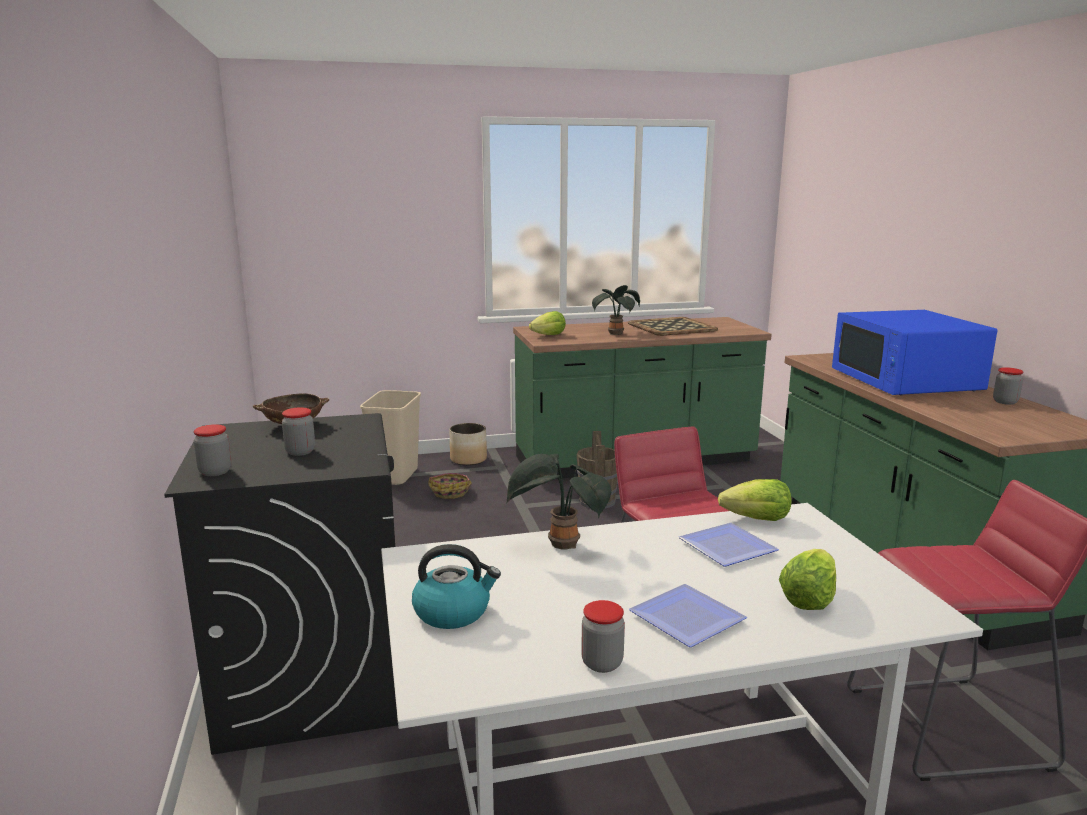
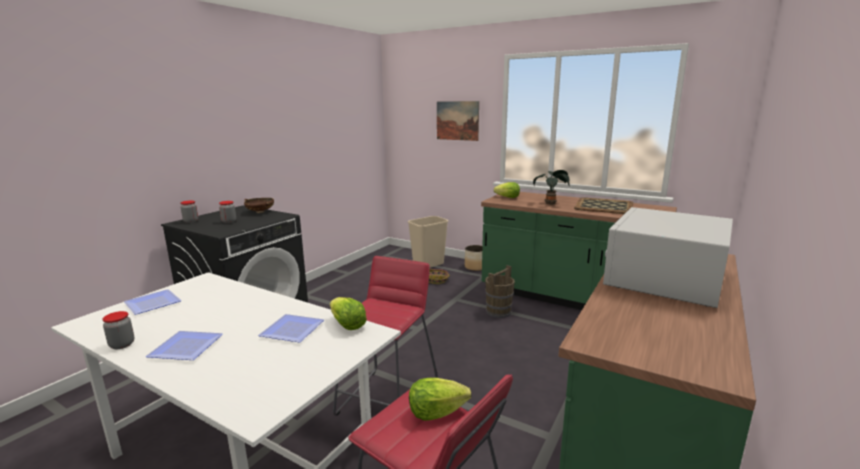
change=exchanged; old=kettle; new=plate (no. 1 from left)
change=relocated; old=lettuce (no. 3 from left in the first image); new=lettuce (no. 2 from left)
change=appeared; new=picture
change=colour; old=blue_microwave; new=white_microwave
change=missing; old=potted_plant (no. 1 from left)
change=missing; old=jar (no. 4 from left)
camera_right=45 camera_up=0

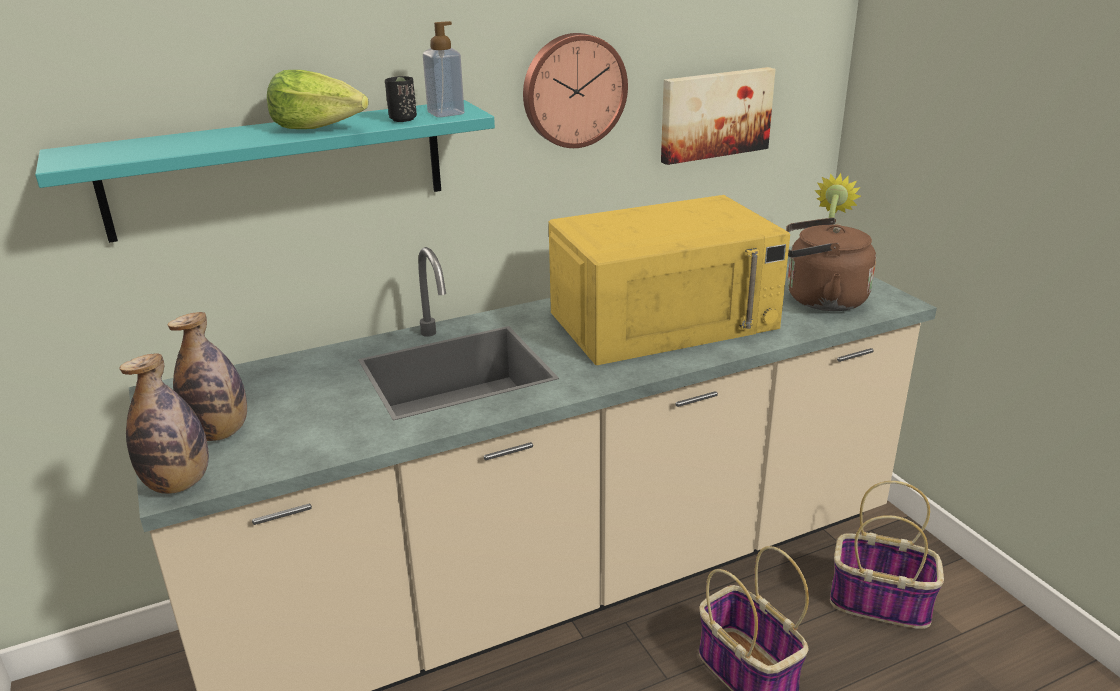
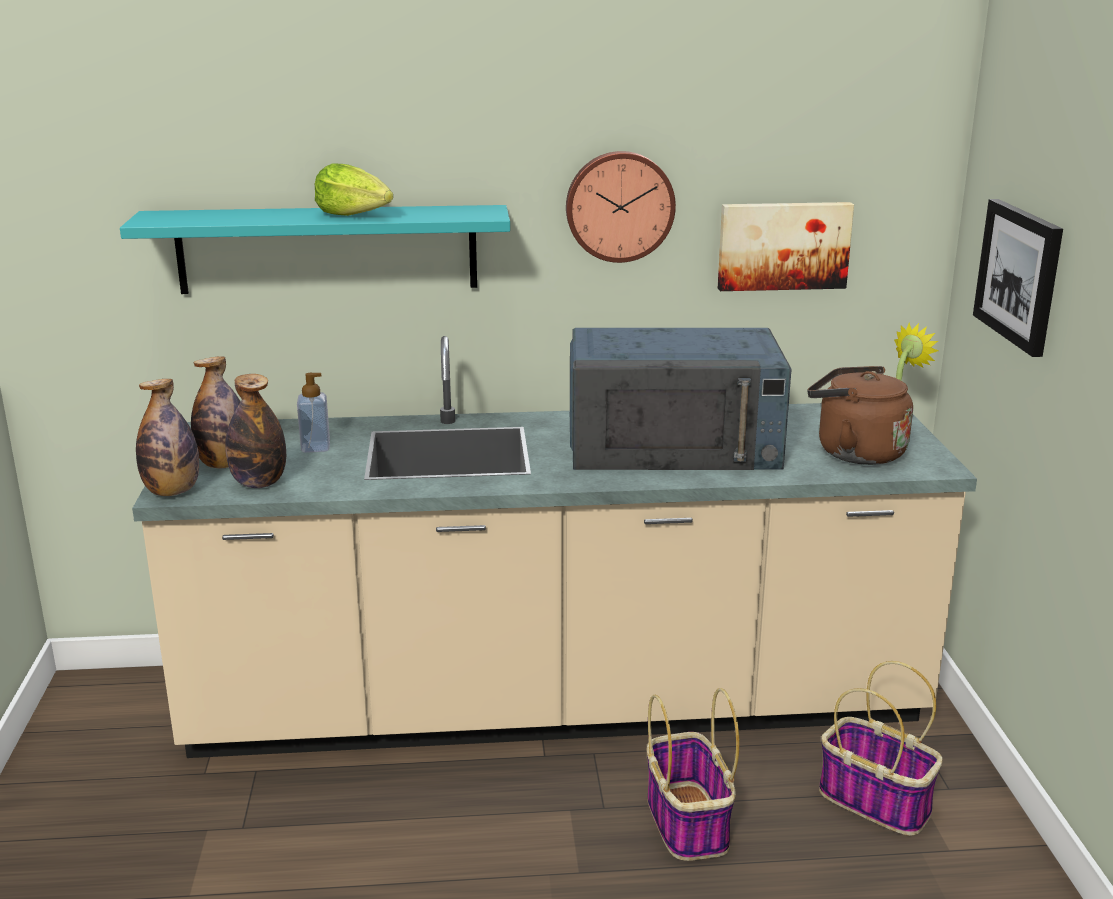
change=appeared; new=bottle (no. 3 from left)
change=relocated; old=soap_dispenser
change=colour; old=yellow_microwave; new=blue_microwave
change=appeared; new=picture (no. 2 from left)
change=missing; old=black_cup
camera_right=20 camera_up=-5

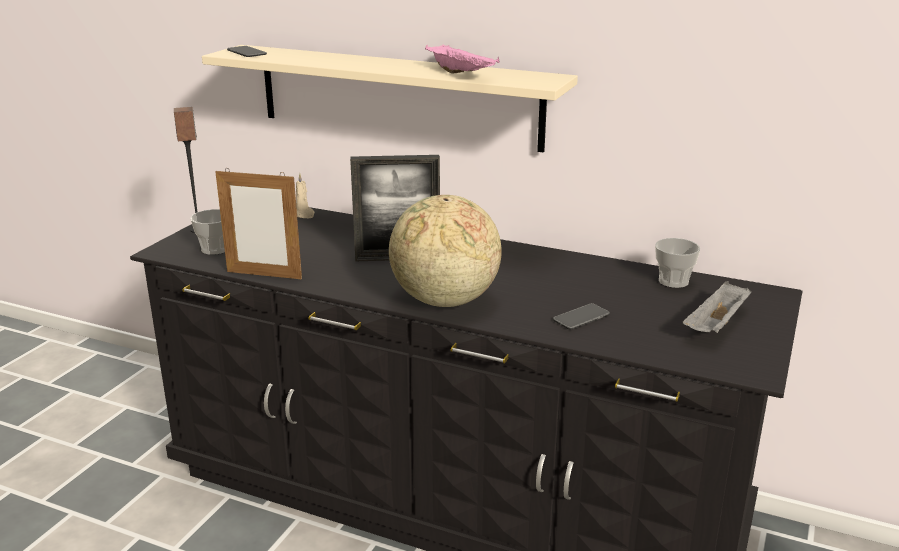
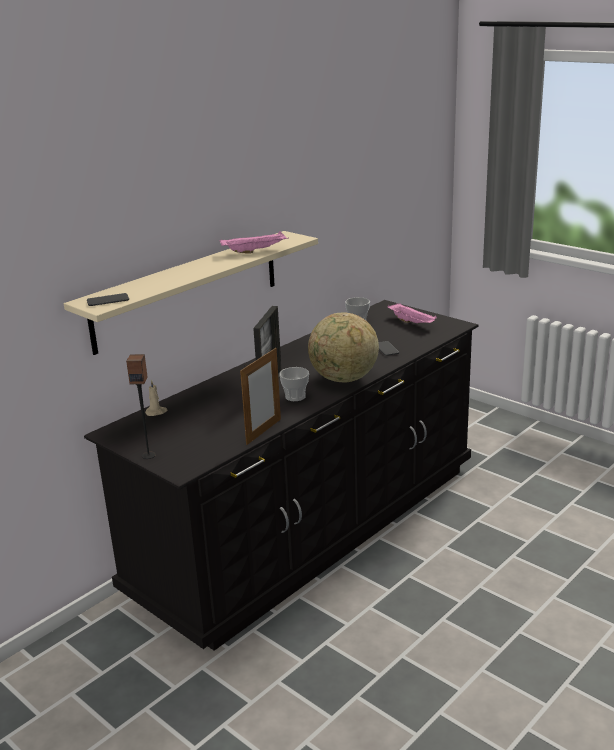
change=relocated; old=cup (no. 1 from left)
change=colour; old=grey_tray; new=pink_tray (no. 2 from left)
camera_right=-70 camera_up=0

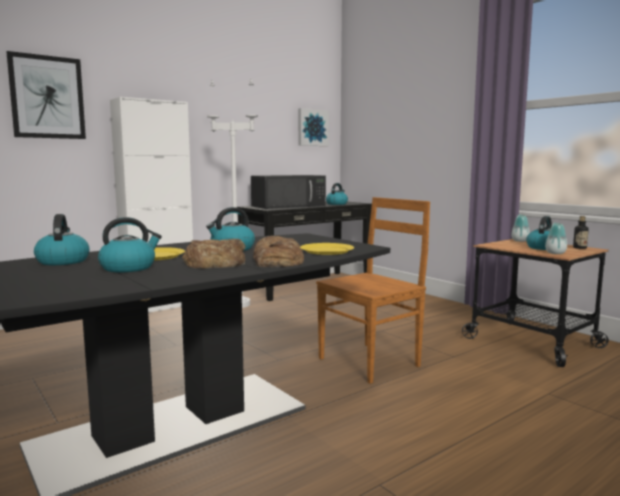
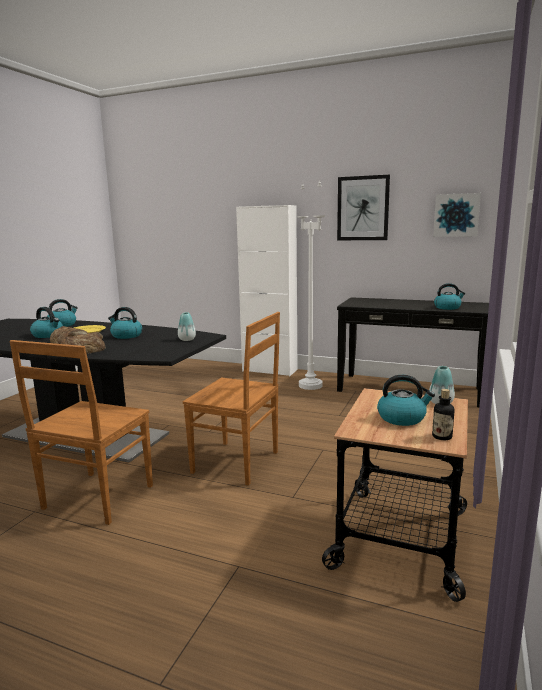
change=appeared; new=brown_chair (no. 1 from left)
change=relocated; old=vase (no. 2 from left in the first image); new=vase (no. 1 from left)
change=relocated; old=picture (no. 1 from left)
change=missing; old=black_microwave
change=missing; old=yellow_plate (no. 2 from left)
camera_right=60 camera_up=5

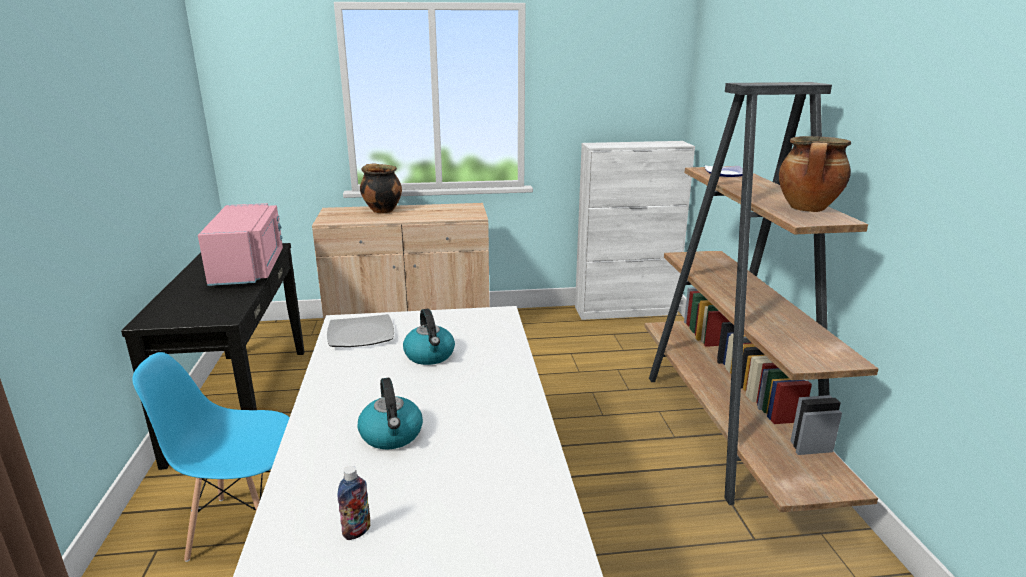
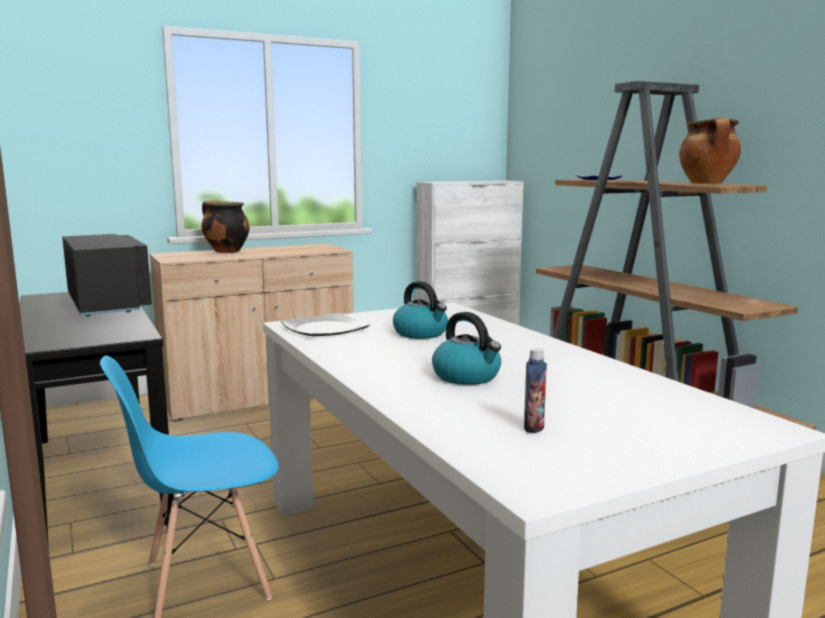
change=colour; old=pink_microwave; new=black_microwave
camera_right=-20 camera_up=-10

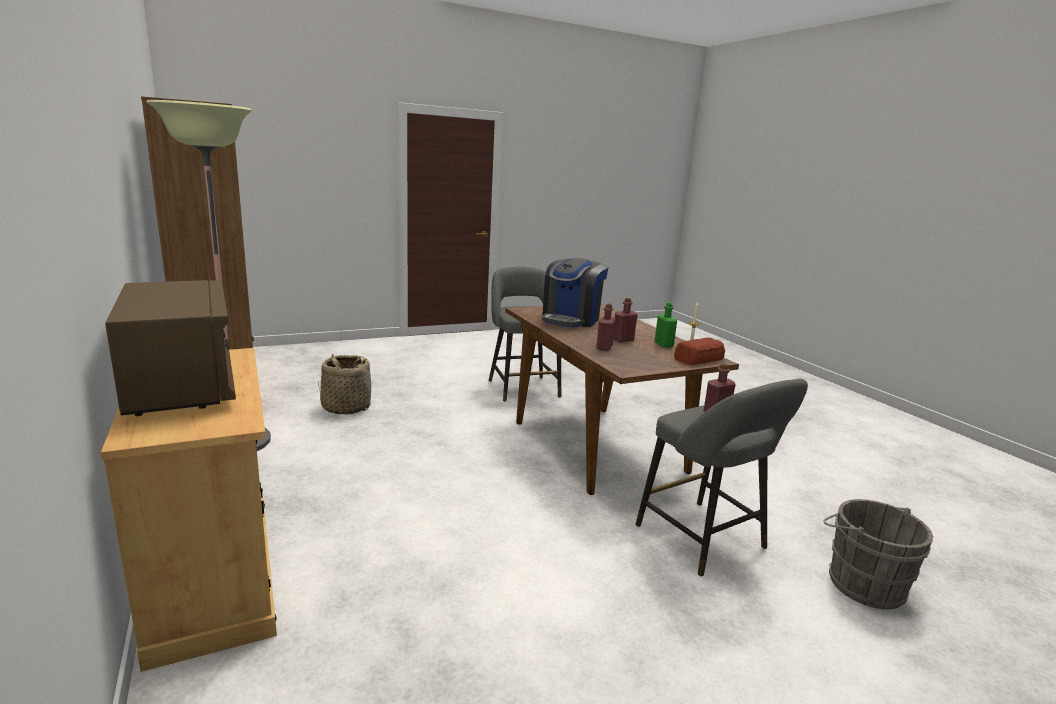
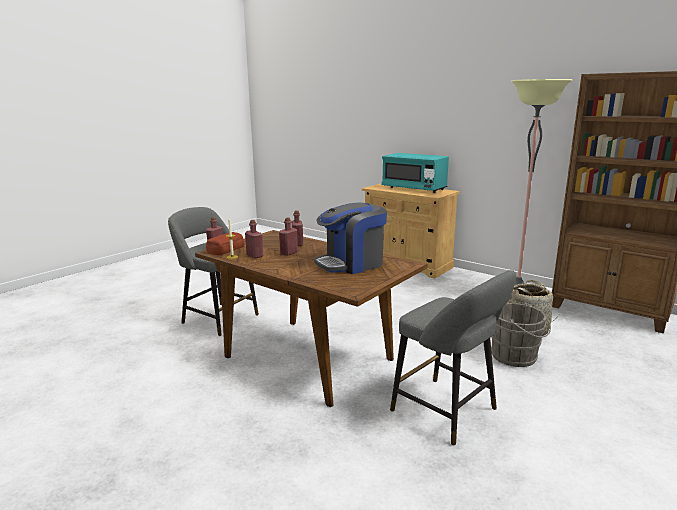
change=colour; old=green_bottle; new=red_bottle (no. 2 from left)
change=spun; old=coffee_machine; degrees=-120
change=colour; old=brown_microwave; new=turquoise_microwave
change=relocated; old=grey_bucket
camera_right=155 camera_up=0

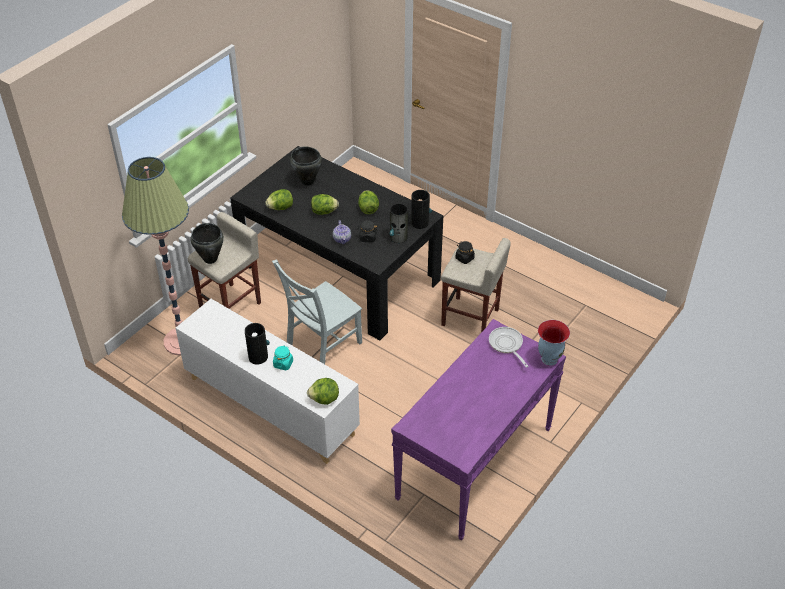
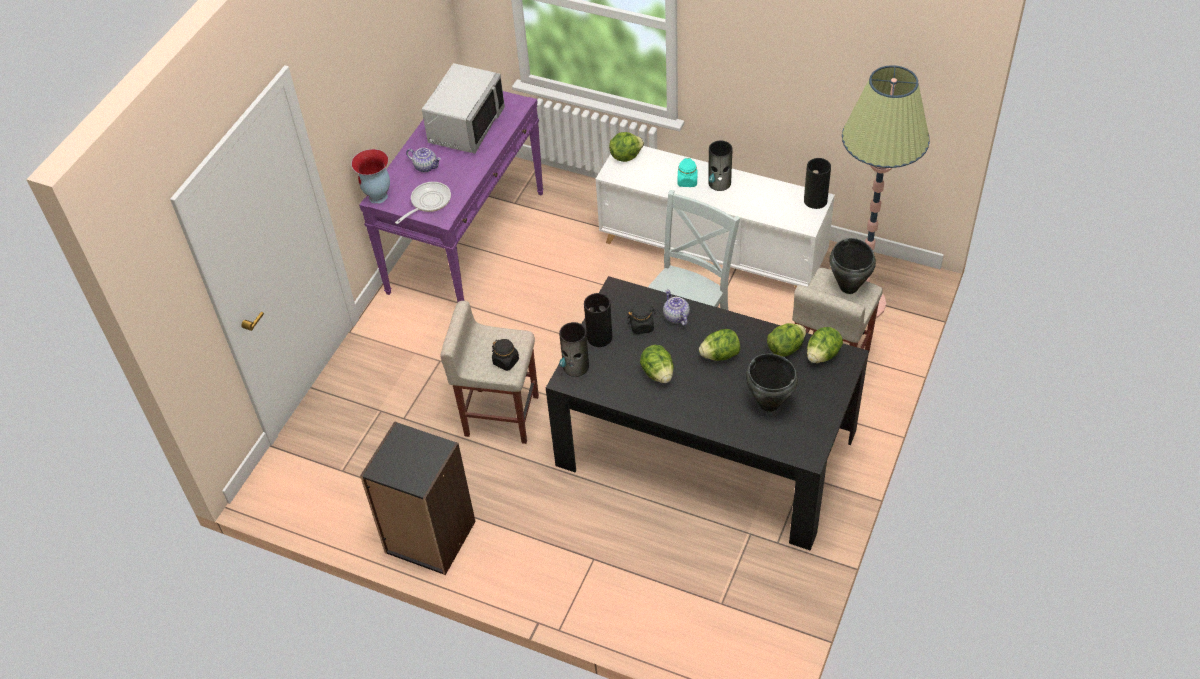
change=appeared; new=black_bookcase
change=spun; old=frying_pan; degrees=-105
change=appeared; new=teapot (no. 1 from left)
change=appeared; new=grey_microwave
change=appeared; new=vase (no. 5 from left)
change=appeared; new=lettuce (no. 5 from left)
camera_right=170 camera_up=5

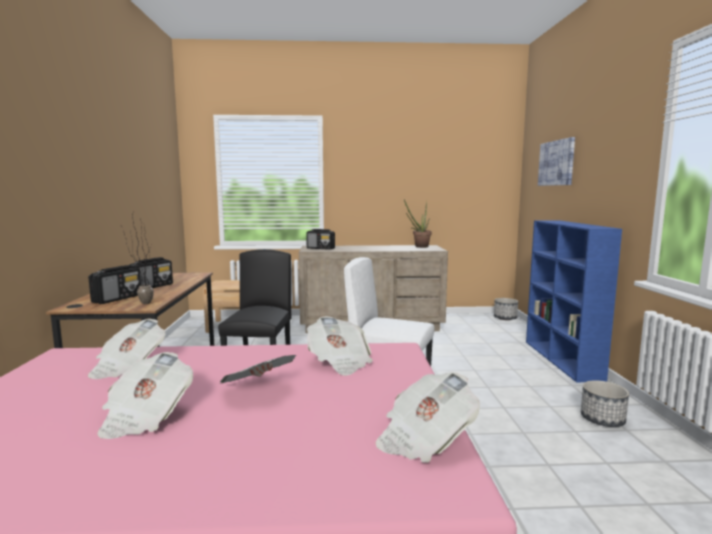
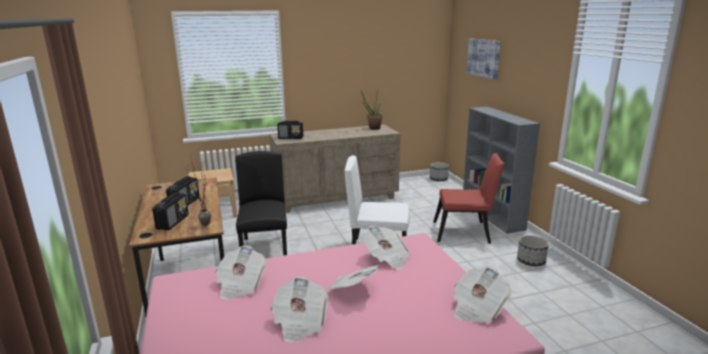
change=appeared; new=red_chair
change=colour; old=blue_bookcase; new=grey_bookcase
camera_right=-15 camera_up=10

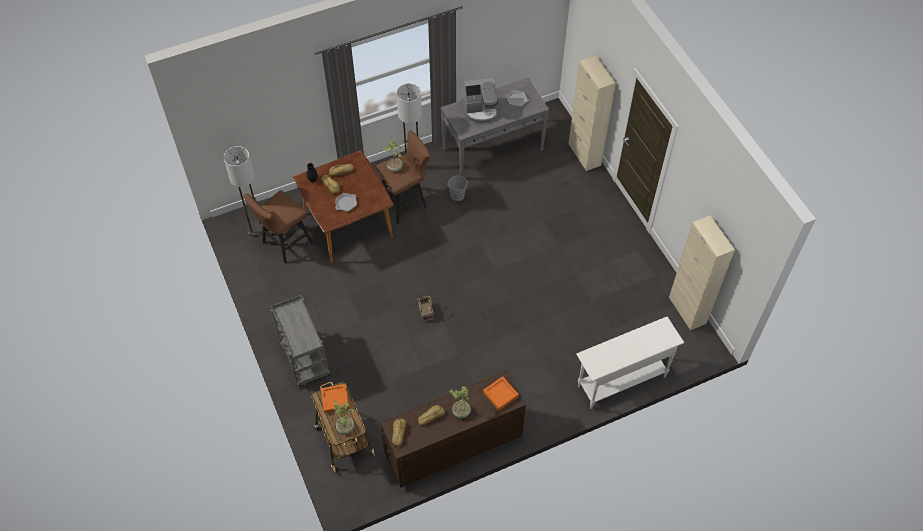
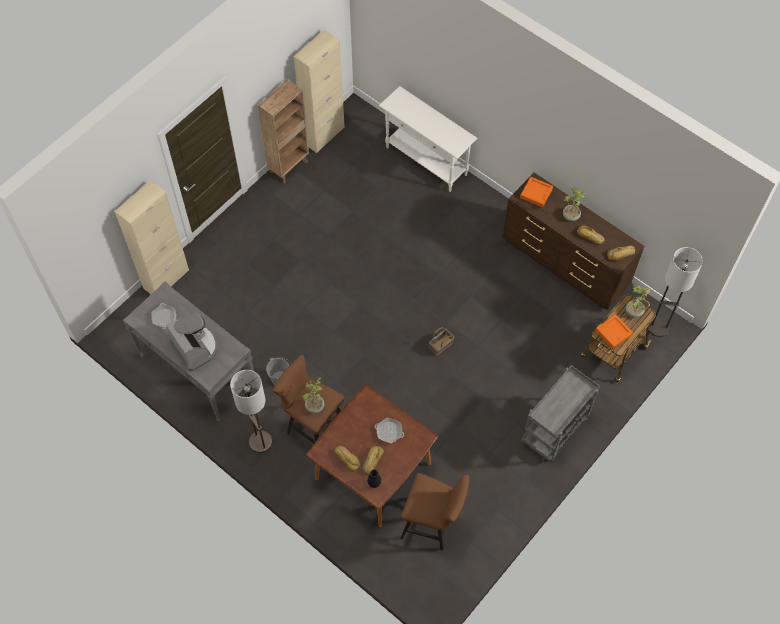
change=appeared; new=brown_bookcase
change=relocated; old=floor_lamp (no. 1 from left in the first image); new=floor_lamp (no. 2 from left)
camera_right=-115 camera_up=5

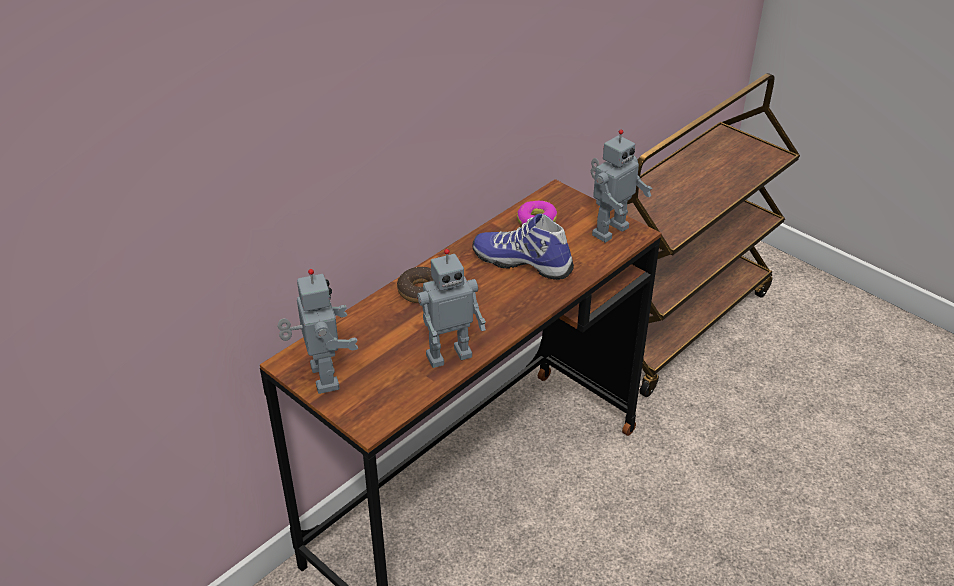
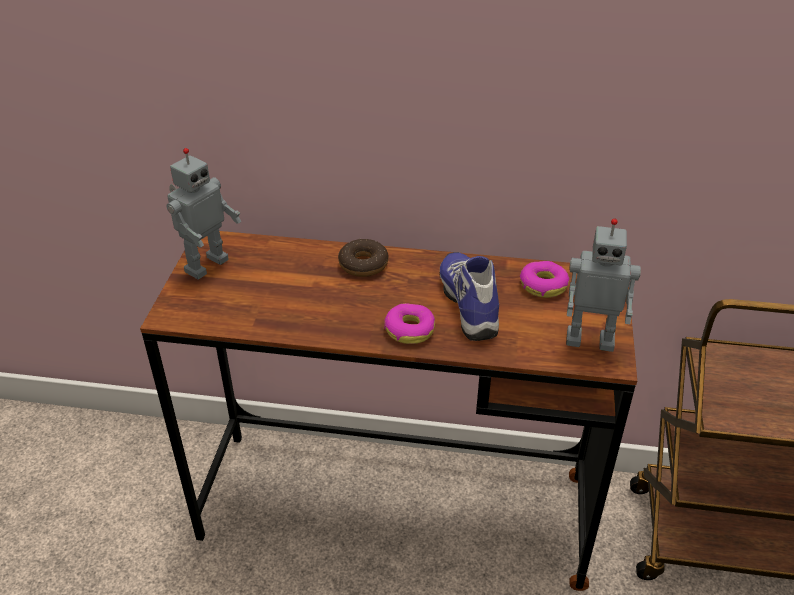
change=appeared; new=donut (no. 2 from left)
change=missing; old=toy_robot (no. 2 from left)
camera_right=55 camera_up=0

